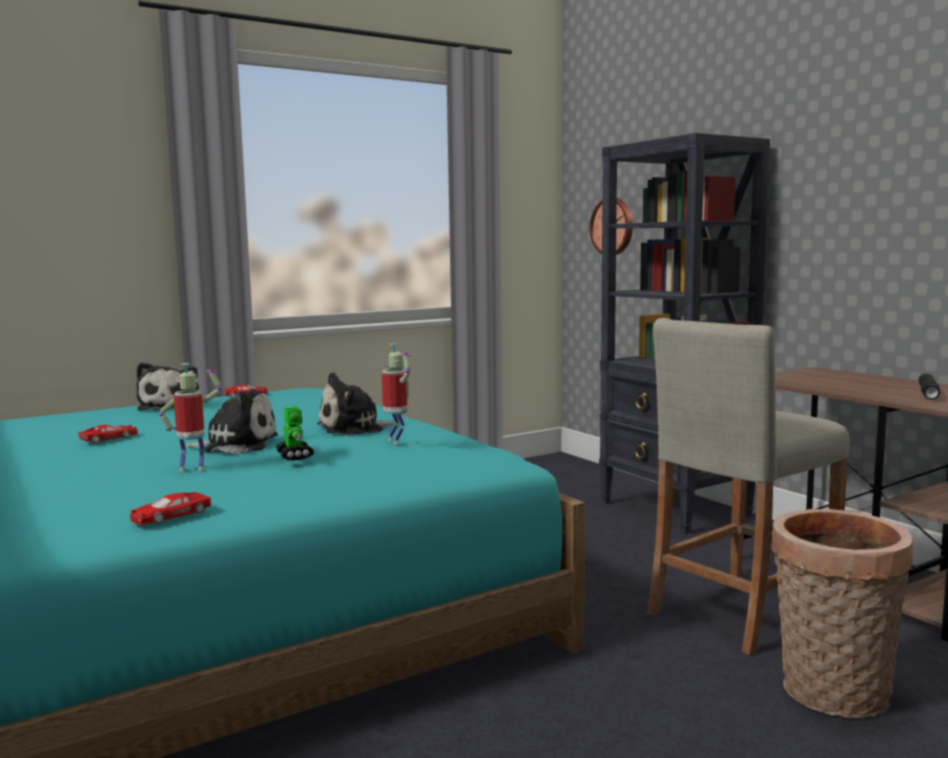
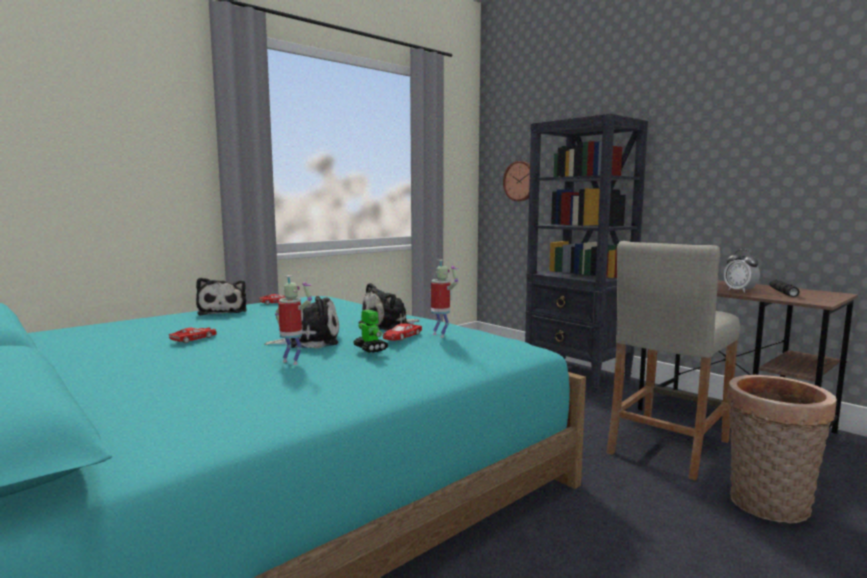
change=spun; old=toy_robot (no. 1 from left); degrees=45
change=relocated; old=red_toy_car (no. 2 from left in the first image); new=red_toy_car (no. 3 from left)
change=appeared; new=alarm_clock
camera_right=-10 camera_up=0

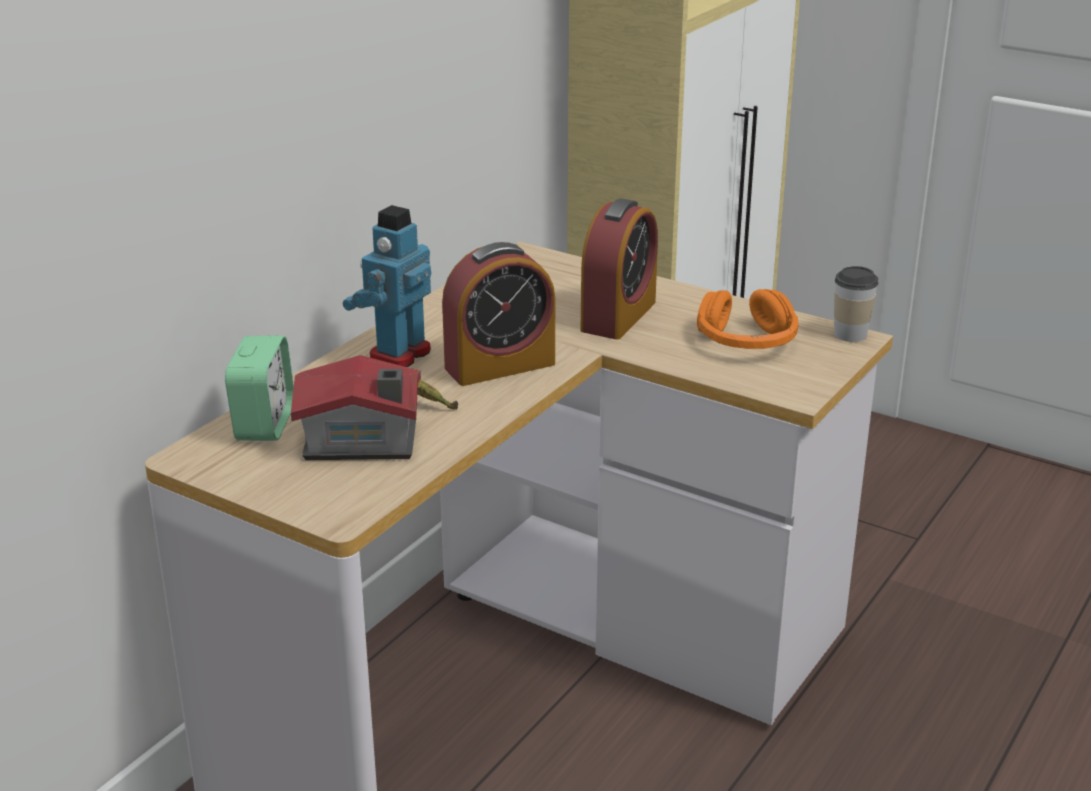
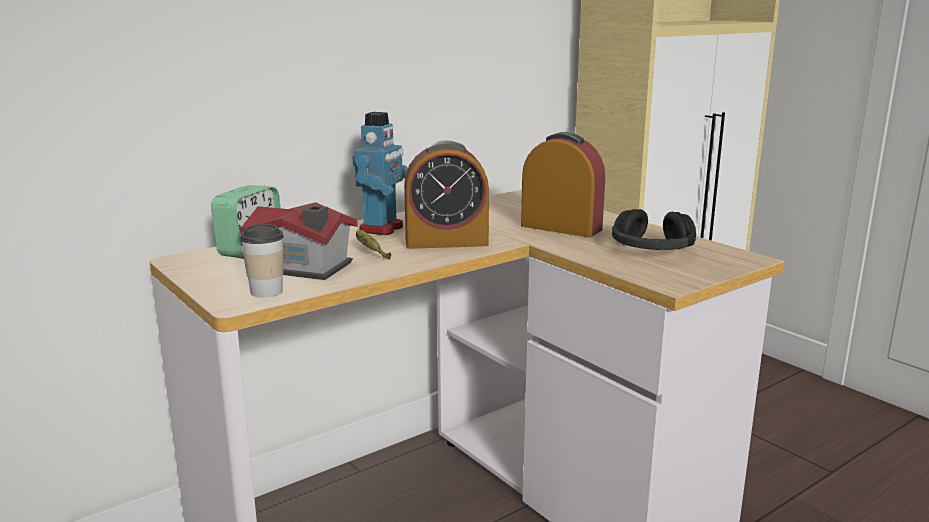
change=relocated; old=cup
change=spun; old=toy_robot; degrees=150
change=spun; old=alarm_clock (no. 3 from left); degrees=-105
change=colour; old=orange_headphones; new=black_headphones
camera_right=20 camera_up=-10

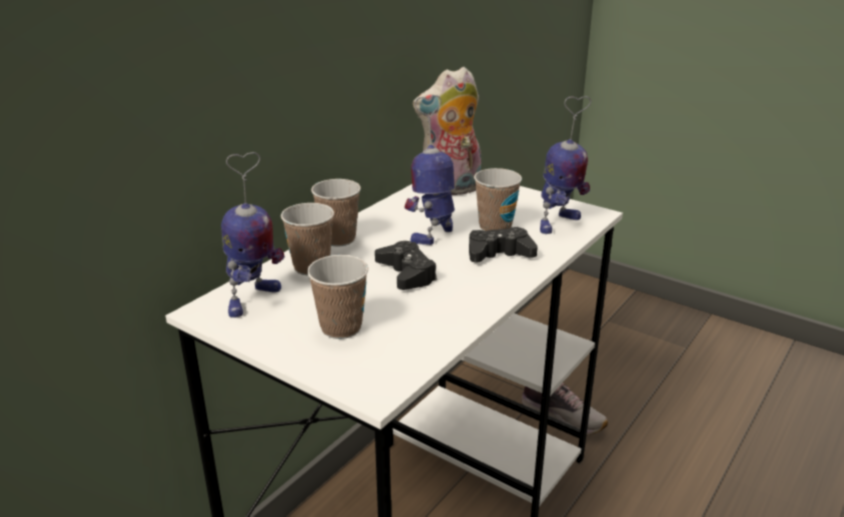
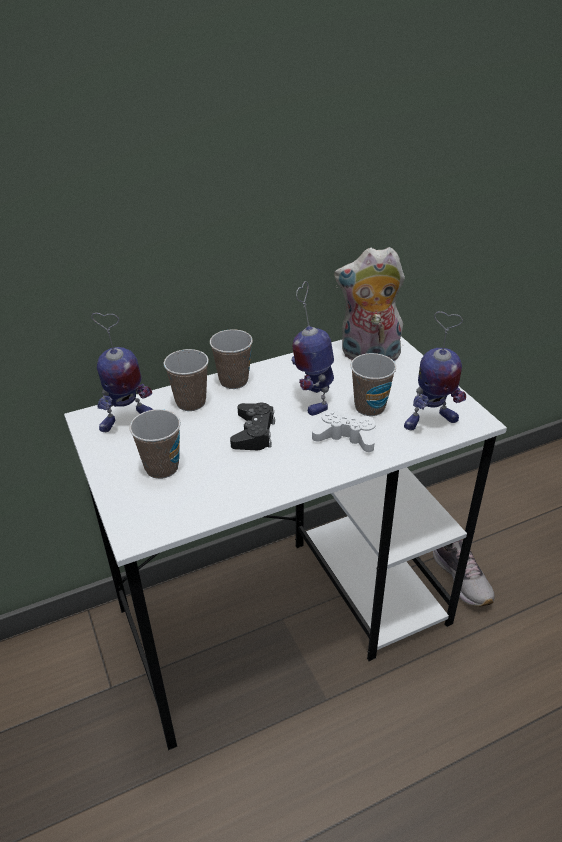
change=spun; old=toy_robot (no. 2 from left); degrees=-75
change=colour; old=black_game_controller (no. 2 from left); new=white_game_controller
camera_right=30 camera_up=10

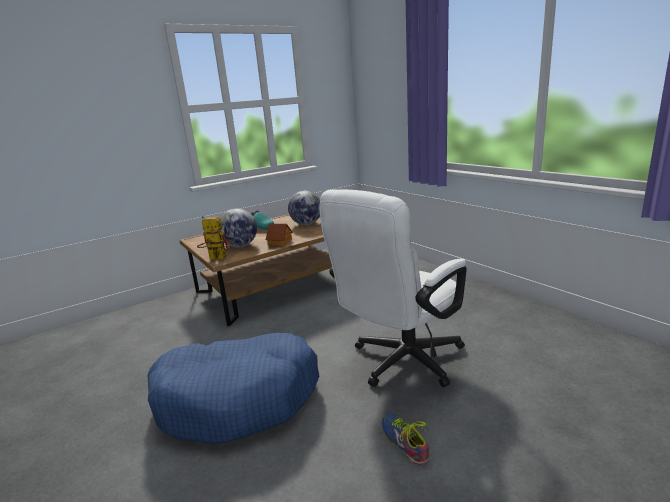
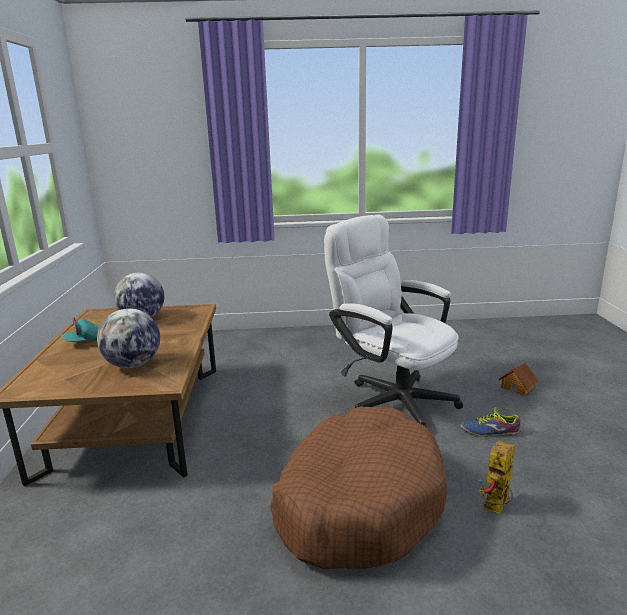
change=colour; old=blue_dog_bed; new=brown_dog_bed
change=spun; old=white_office_chair; degrees=150
change=relocated; old=toy_robot
change=relocated; old=toy_house
camera_right=-60 camera_up=0

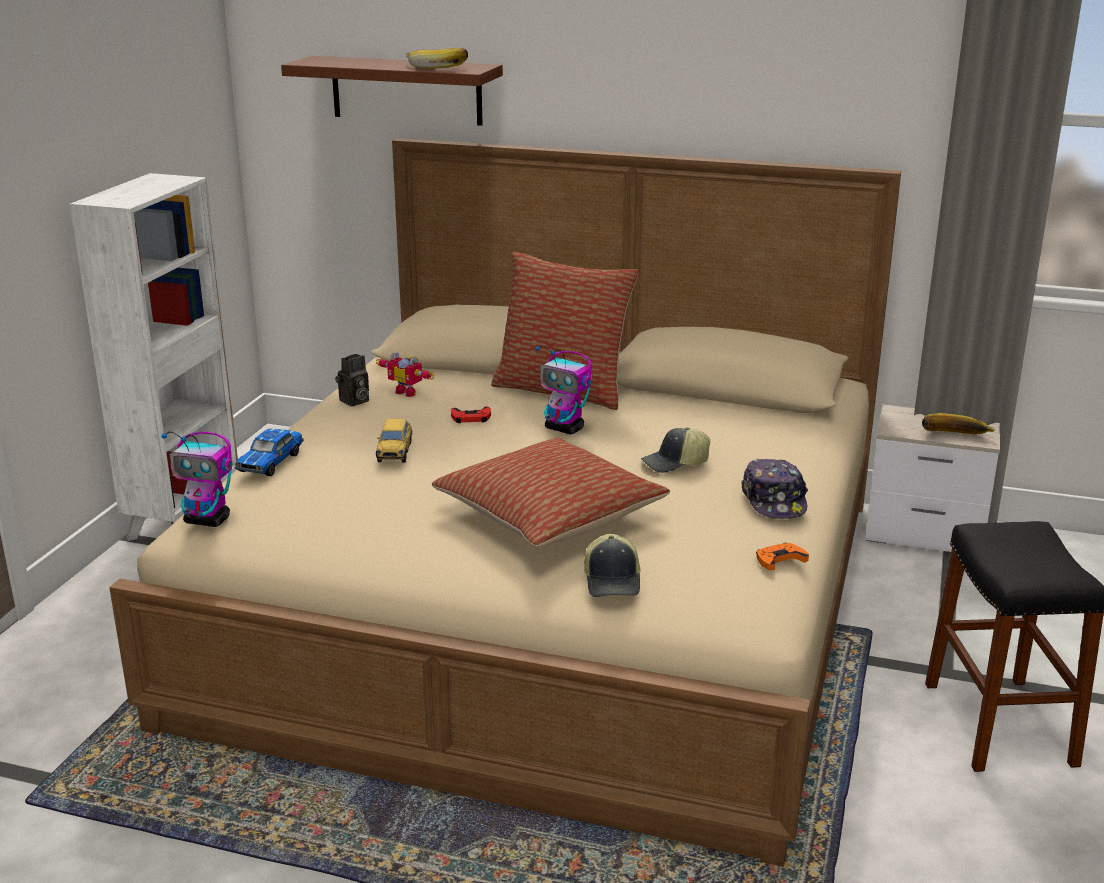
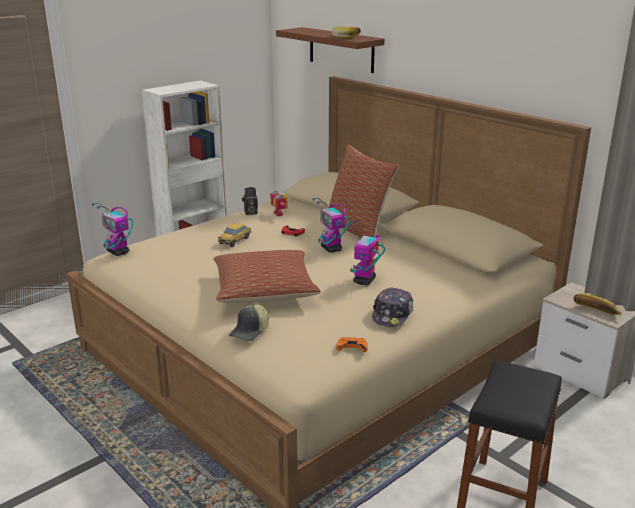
change=exchanged; old=cap (no. 2 from left); new=toy_robot (no. 4 from left)
change=missing; old=toy_car (no. 1 from left)
camera_right=30 camera_up=0

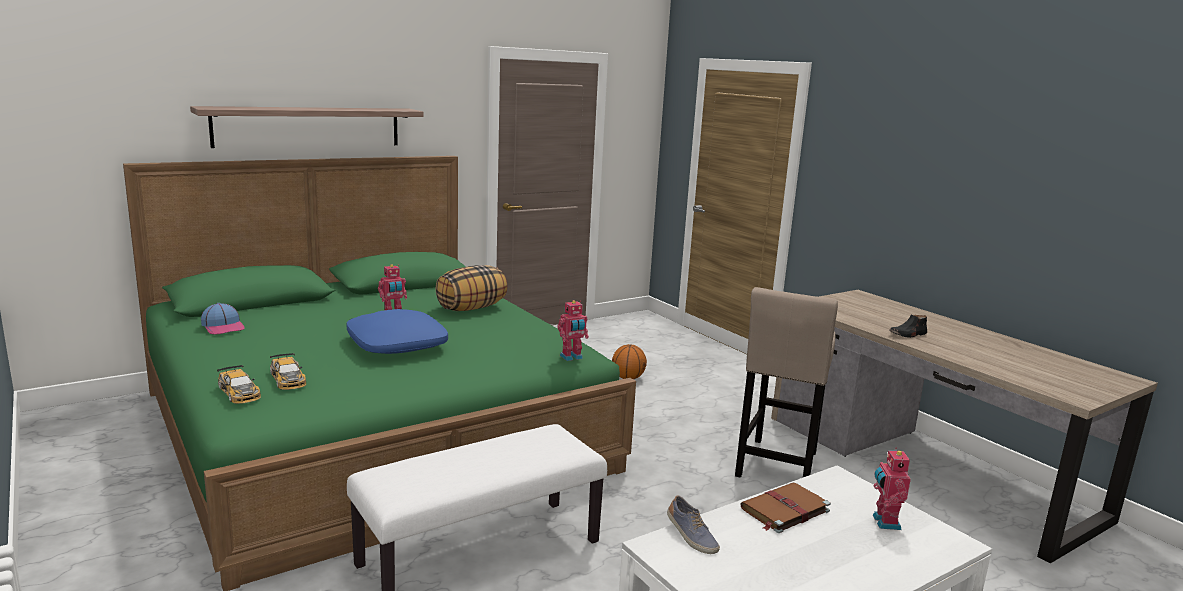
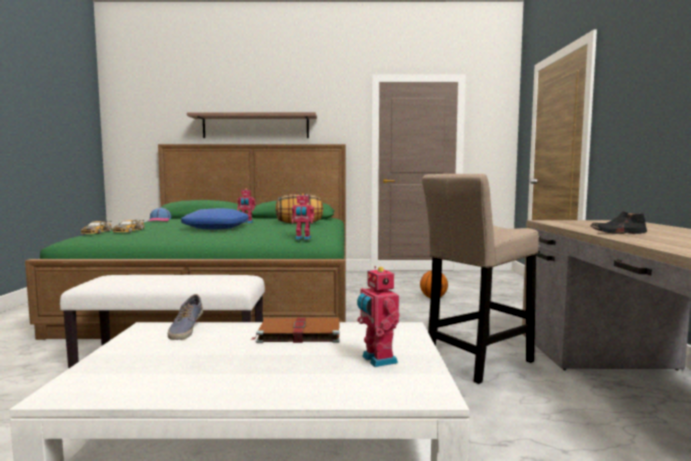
change=spun; old=toy_robot (no. 3 from left); degrees=-60
camera_right=35 camera_up=-10

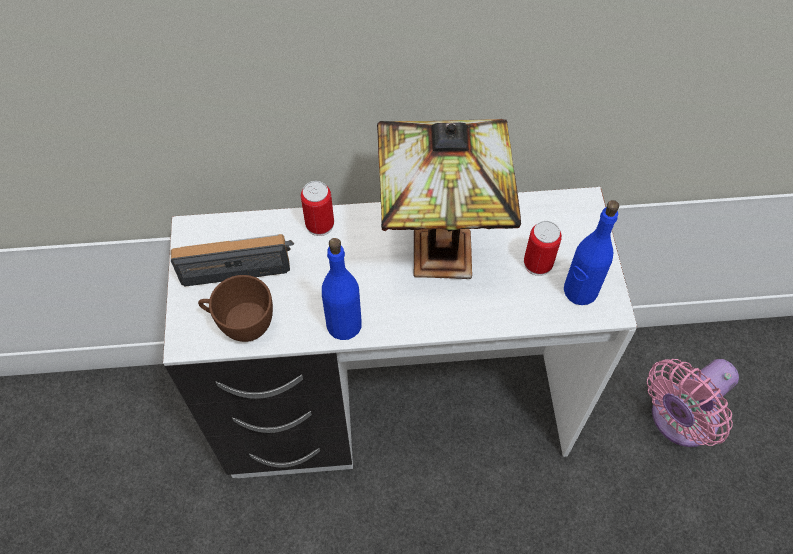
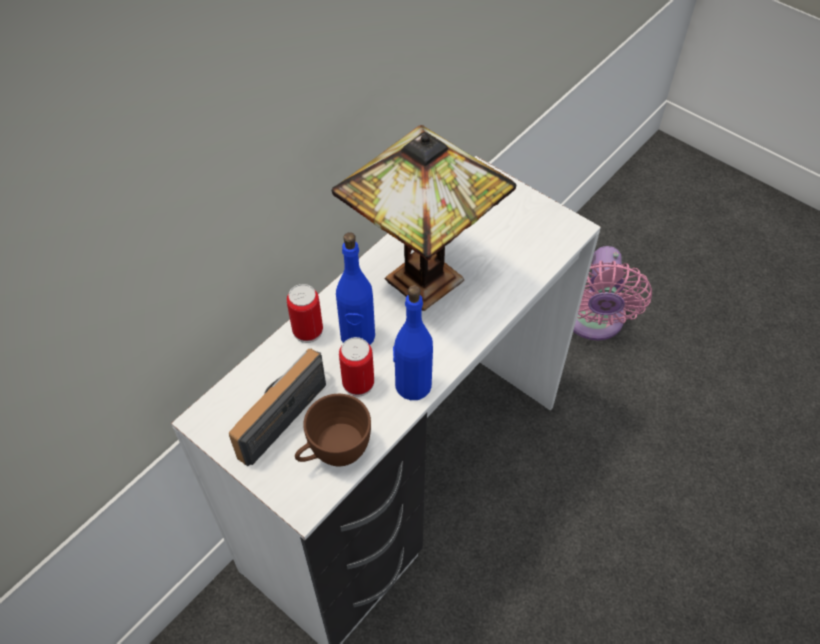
change=relocated; old=blue_bottle (no. 2 from left in the first image); new=blue_bottle (no. 1 from left)
change=relocated; old=can (no. 2 from left)
camera_right=-45 camera_up=-5

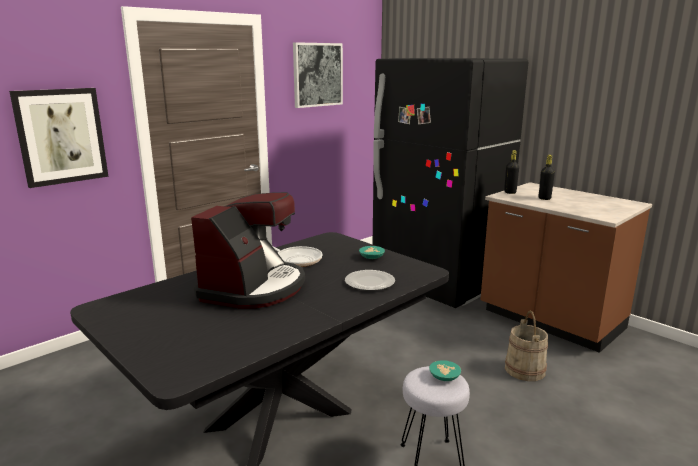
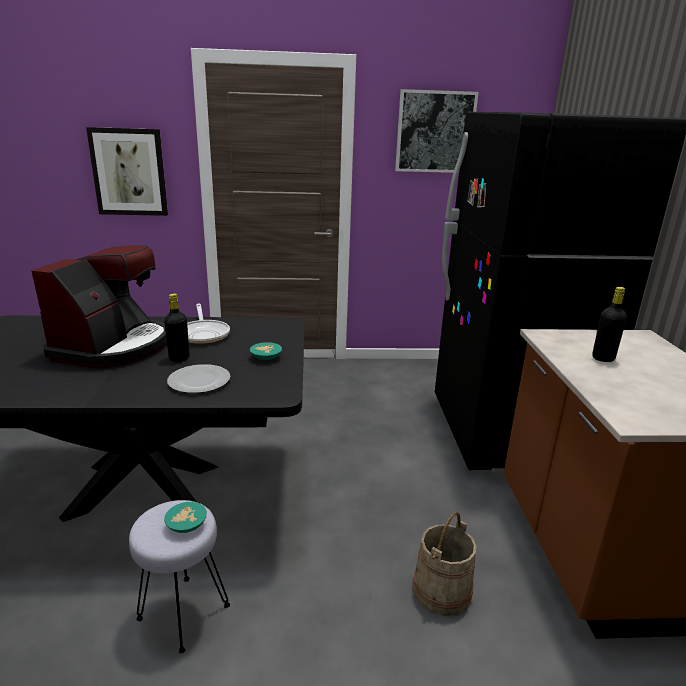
change=spun; old=coffee_machine; degrees=-45
change=relocated; old=black_bottle (no. 1 from left)
camera_right=40 camera_up=5

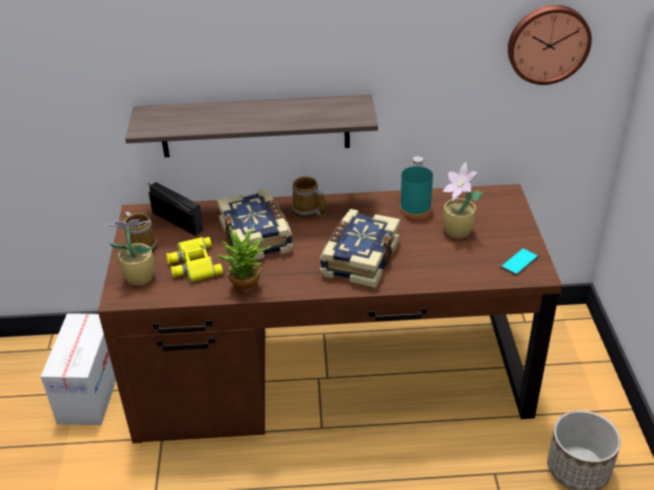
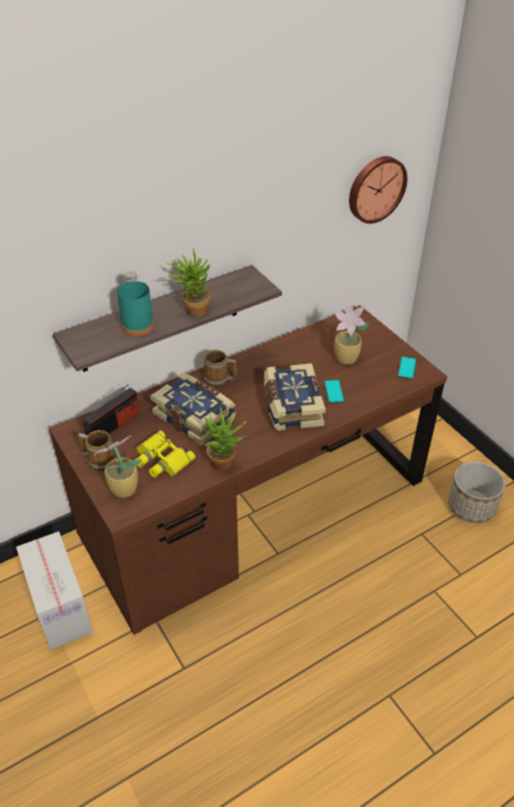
change=spun; old=radio; degrees=120
change=relocated; old=turquoise_bottle
change=appeared; new=potted_plant (no. 2 from left)
change=appeared; new=phone (no. 1 from left)
camera_right=-30 camera_up=5

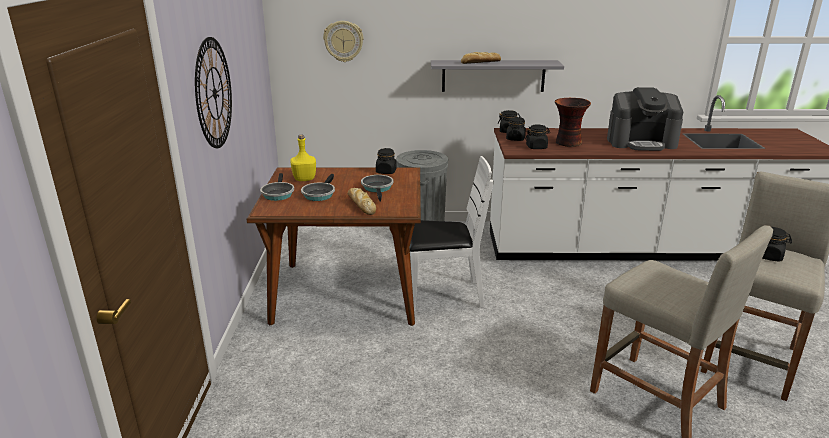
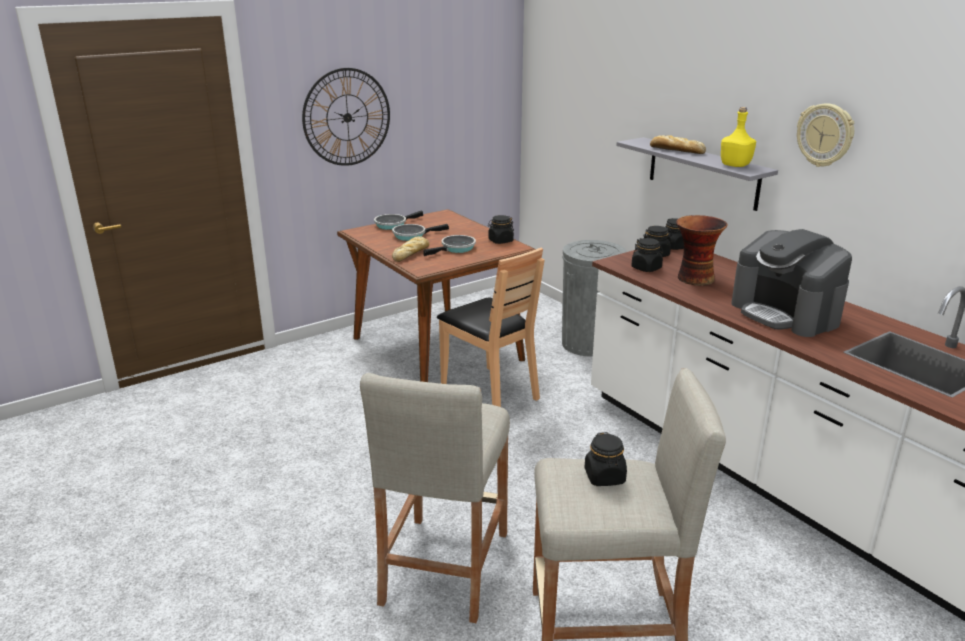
change=colour; old=white_chair; new=brown_chair
change=relocated; old=yellow_bottle
change=relocated; old=wall_clock (no. 2 from left)
camera_right=55 camera_up=0

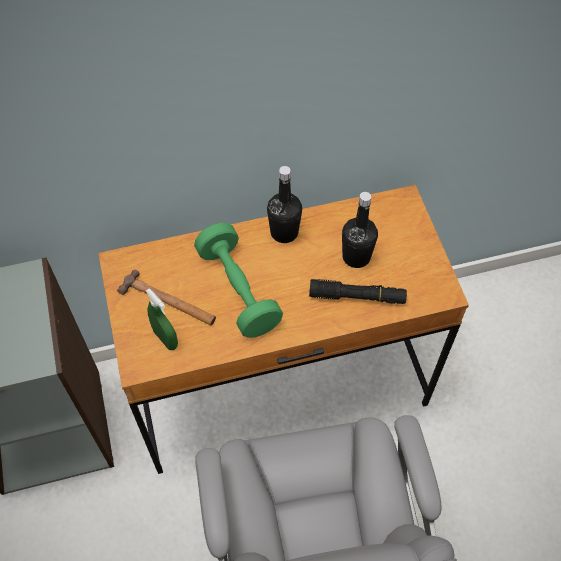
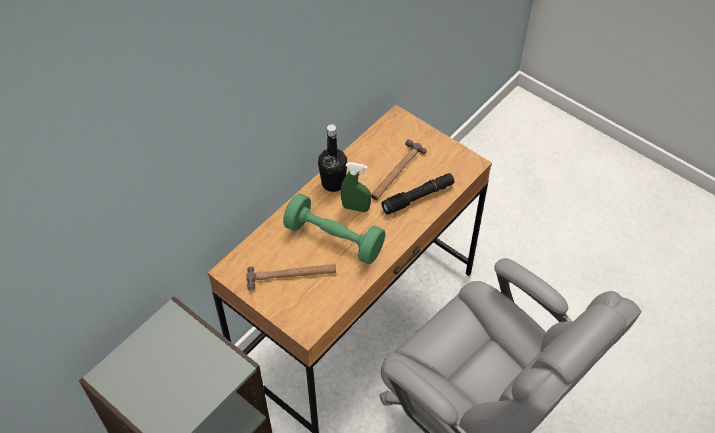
change=relocated; old=green_spray_bottle
change=exchanged; old=black_bottle (no. 2 from left); new=hammer (no. 2 from left)
camera_right=-35 camera_up=-5

